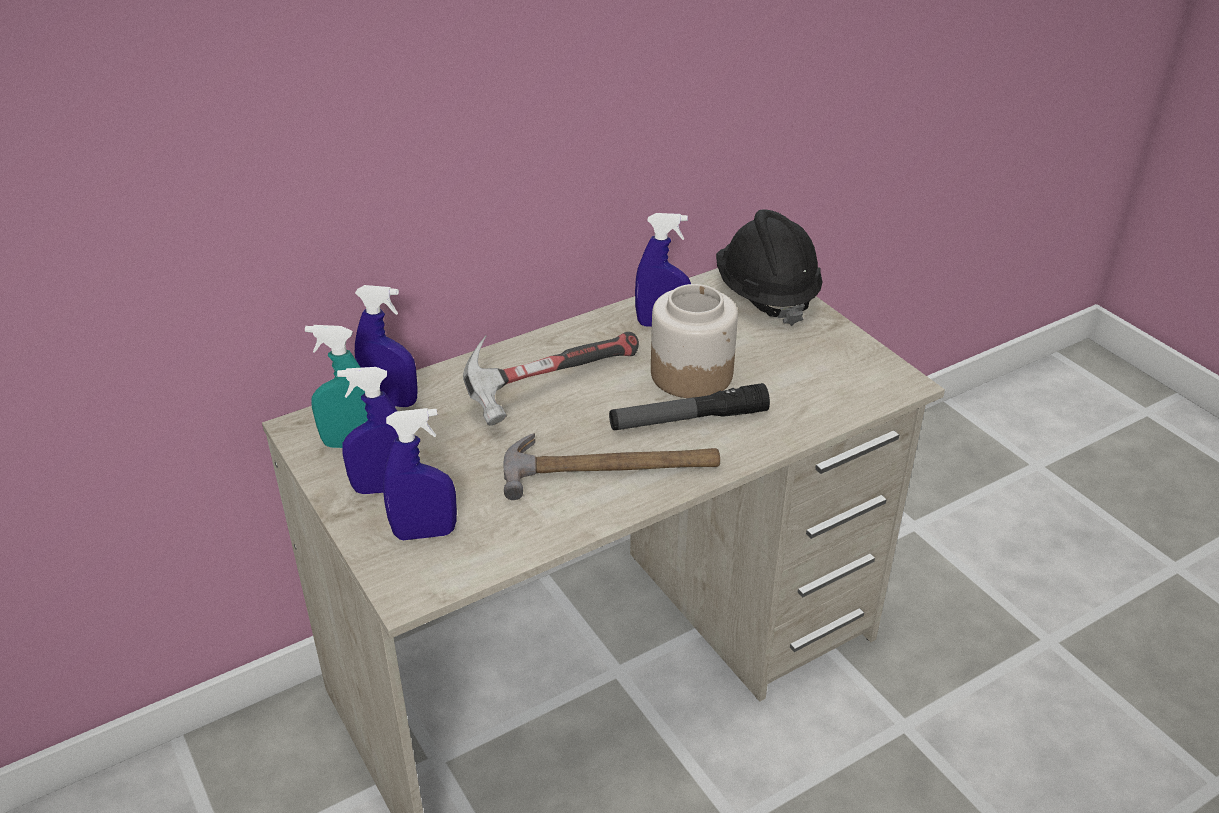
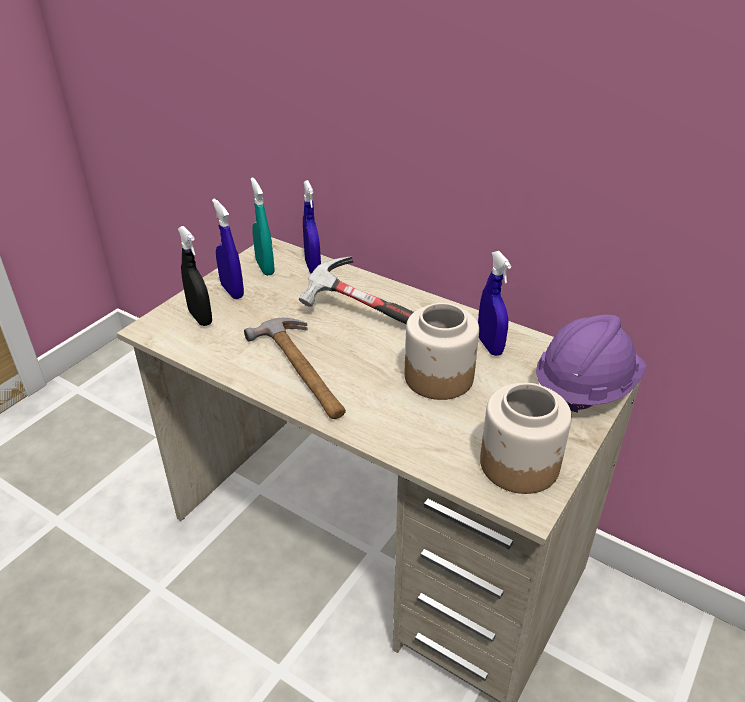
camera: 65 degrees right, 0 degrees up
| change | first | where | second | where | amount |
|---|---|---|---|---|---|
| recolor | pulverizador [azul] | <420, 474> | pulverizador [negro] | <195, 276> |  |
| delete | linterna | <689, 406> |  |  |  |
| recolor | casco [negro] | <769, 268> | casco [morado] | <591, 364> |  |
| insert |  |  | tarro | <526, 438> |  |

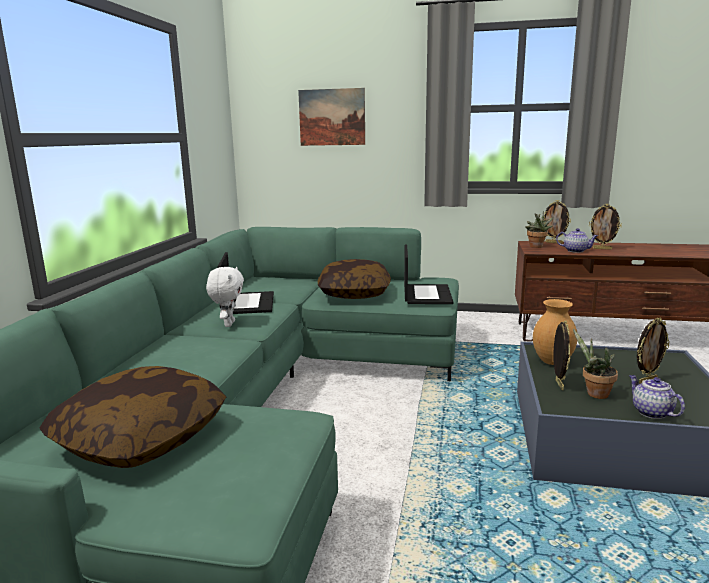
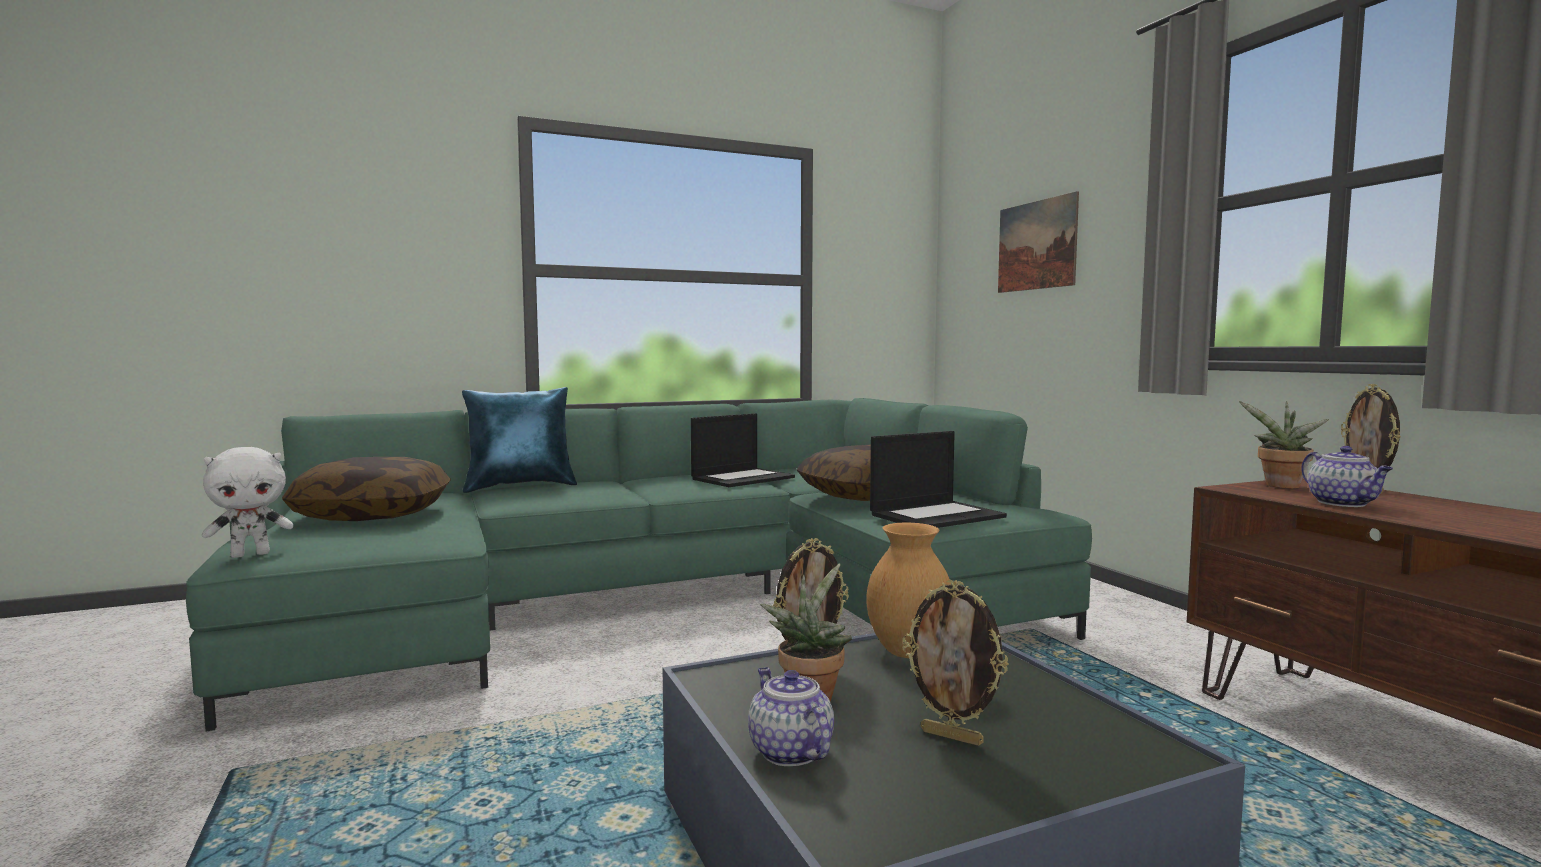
camera: 55 degrees right, 10 degrees down
| change | first | where | second | where | amount |
|---|---|---|---|---|---|
| move | peluche [blanco] | <225, 297> |  | <247, 502> |  |
| delete | portarretratos | <605, 227> |  |  |  |
| rotate | tetera | <657, 397> |  | <791, 716> | 60 degrees counterclockwise |
| insert |  |  | cojín [azul] | <519, 440> |  |

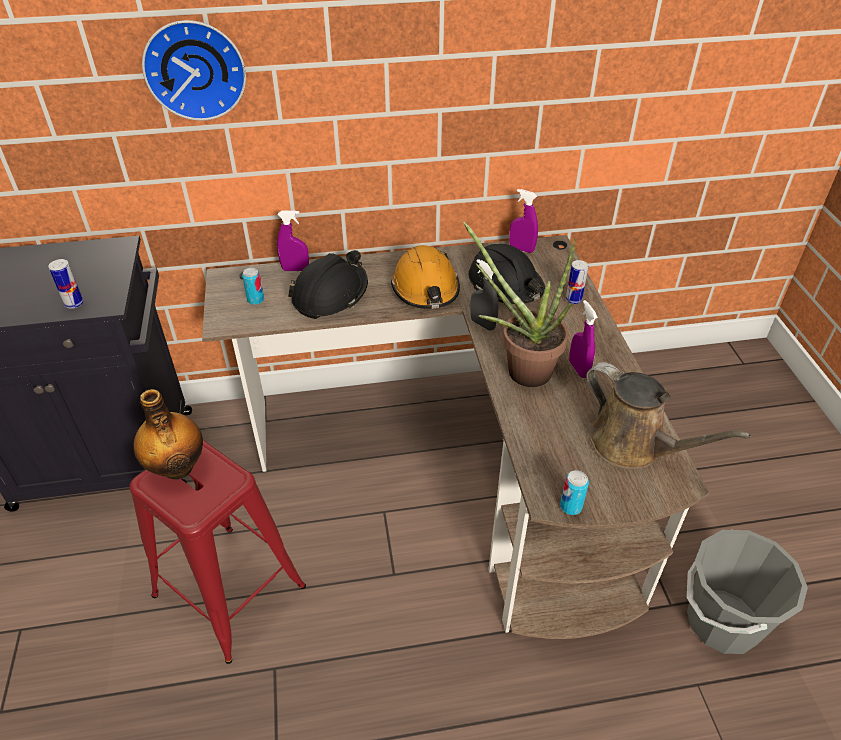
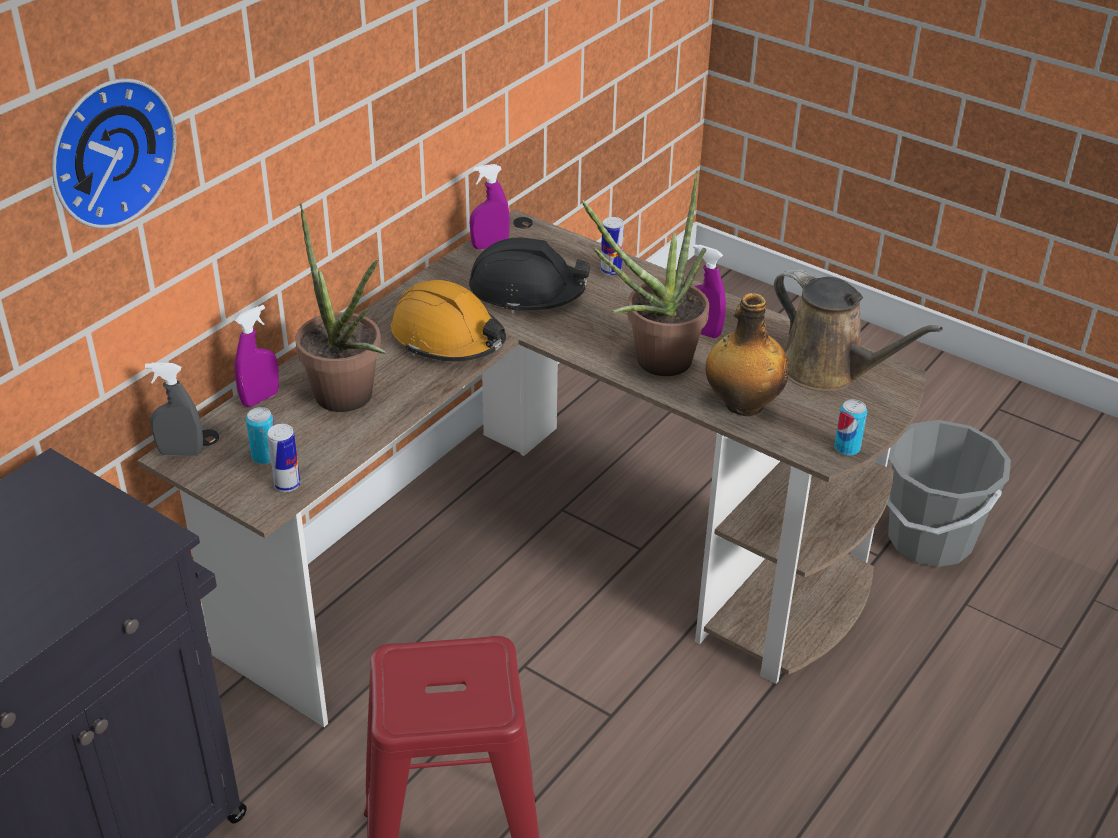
camera: 45 degrees left, 5 degrees down
| change | first | where | second | where | amount |
|---|---|---|---|---|---|
| move | lata | <65, 284> |  | <283, 458> |  |
| move | botella | <168, 434> |  | <747, 354> |  |
| replace | casco [negro] | <328, 284> | planta en maceta | <341, 307> |  |
| move | pulverizador [gris] | <484, 295> |  | <174, 409> |  |
| rotate | regadera [marrón] | <668, 416> |  | <858, 330> | 45 degrees clockwise |

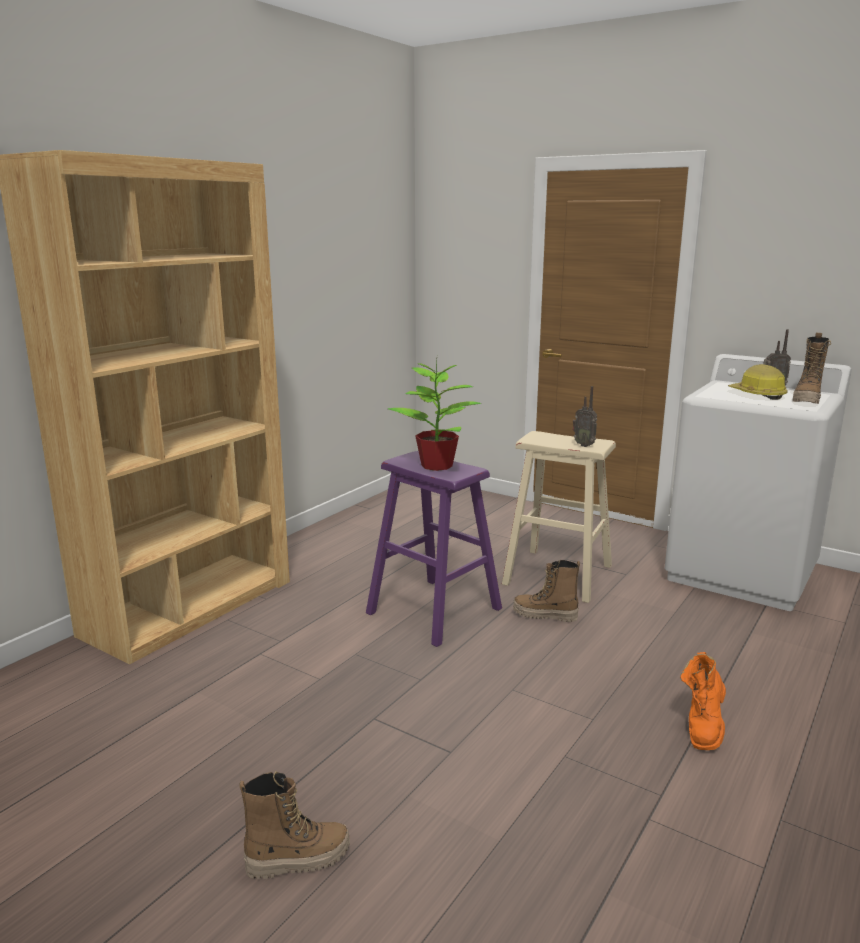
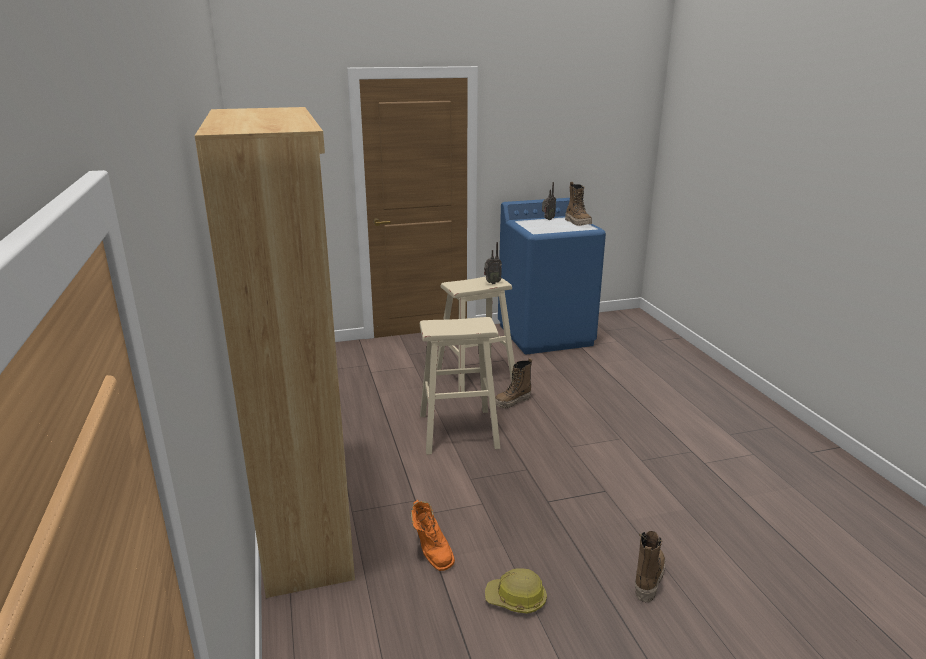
camera: 50 degrees left, 5 degrees up
| change | first | where | second | where | amount |
|---|---|---|---|---|---|
| recolor | taburete [morado] | <434, 549> | taburete [beis] | <460, 386> |  |
| delete | planta en maceta | <434, 413> |  |  |  |
| recolor | lavadora [blanco] | <758, 482> | lavadora [azul] | <552, 276> |  |
| move | bota [naranja] | <703, 701> |  | <433, 535> |  |
| move | casco | <758, 382> |  | <516, 591> |  |

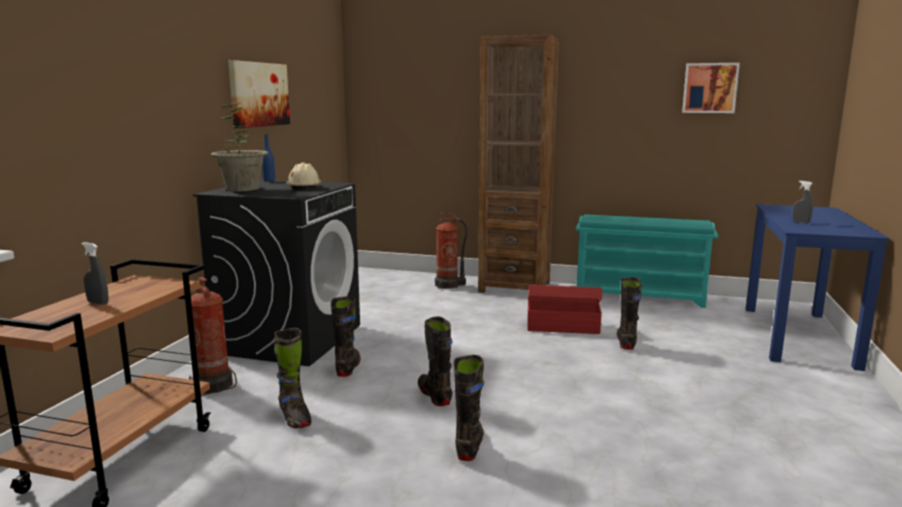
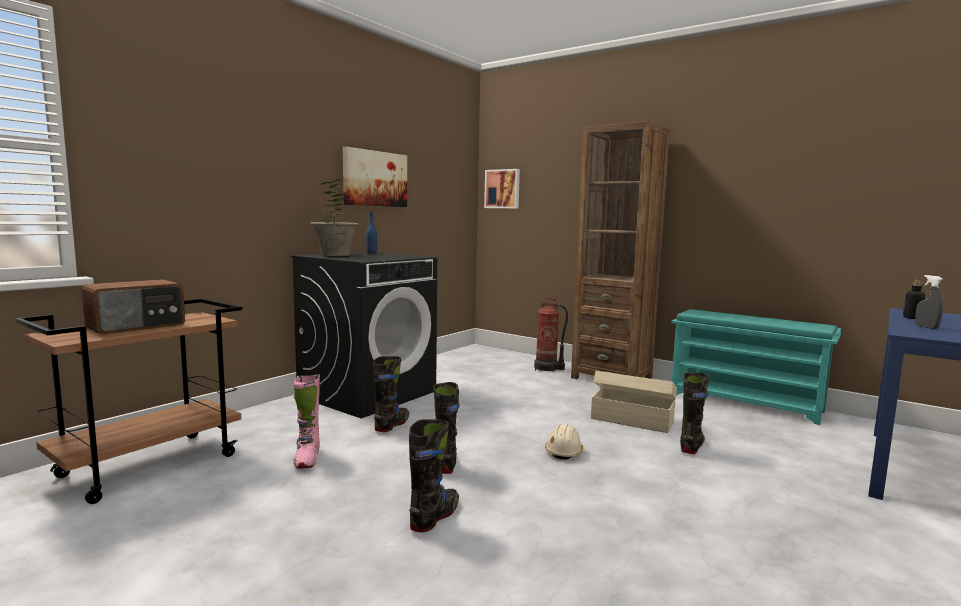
camera: 20 degrees right, 5 degrees down
| change | first | where | second | where | amount |
|---|---|---|---|---|---|
| replace | pulverizador [gris] | <95, 273> | radio | <133, 307> |  |
| delete | extintor | <213, 336> |  |  |  |
| recolor | bota [negro] | <293, 378> | bota [rosa] | <306, 421> |  |
| move | casco [beis] | <304, 176> |  | <564, 442> |  |
| recolor | caja de almacenaje [rojo] | <564, 309> | caja de almacenaje [beis] | <634, 402> |  |
| move | cuadro | <711, 88> |  | <502, 189> |  |
| insert |  |  | botella | <914, 299> |  |

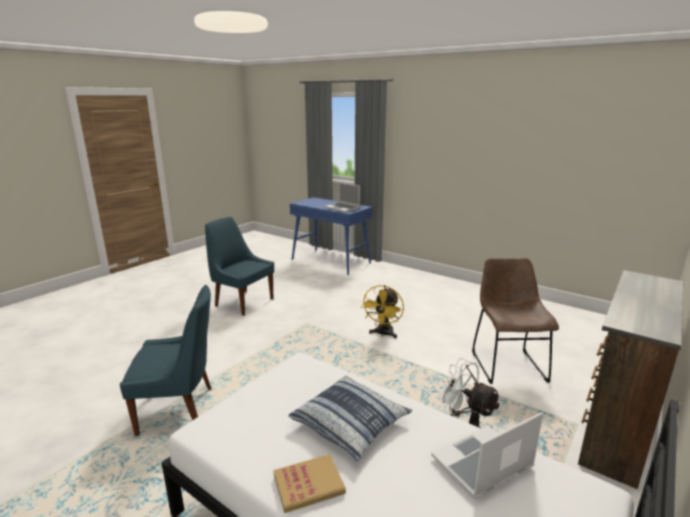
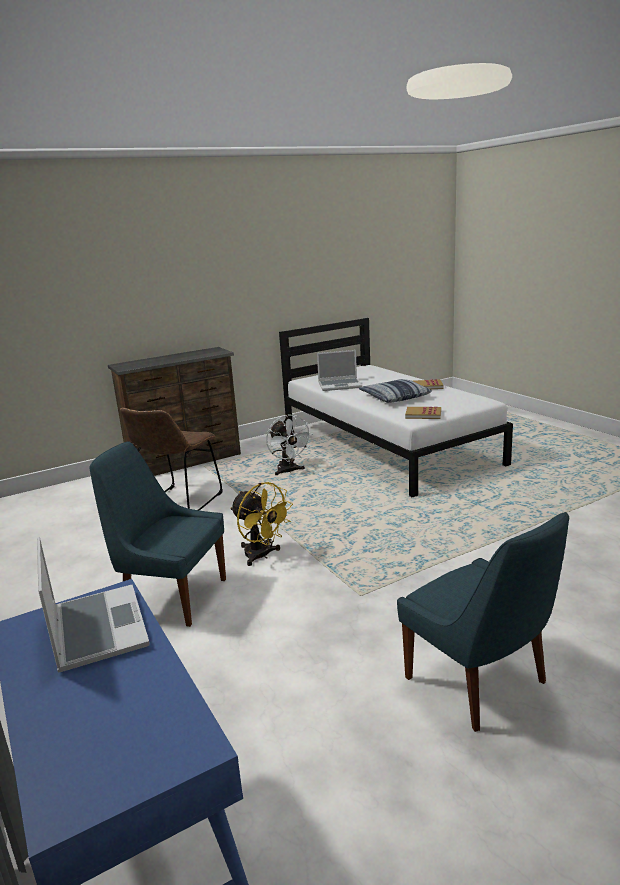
camera: 155 degrees left, 0 degrees up
| change | first | where | second | where | amount |
|---|---|---|---|---|---|
| move | silla [azul] | <165, 360> |  | <157, 534> |  |
| rotate | ventilador [amarillo] | <382, 311> |  | <261, 524> | 90 degrees clockwise |
| insert |  |  | libro | <423, 413> |  |

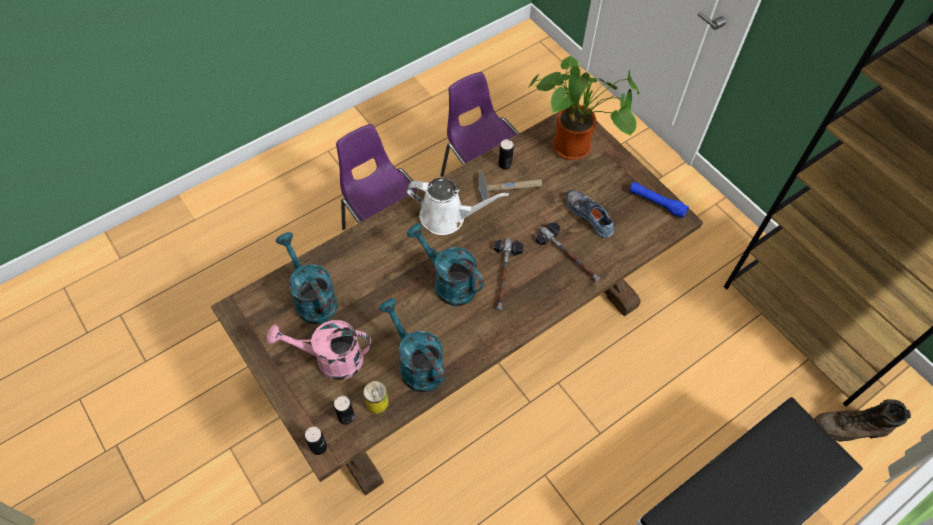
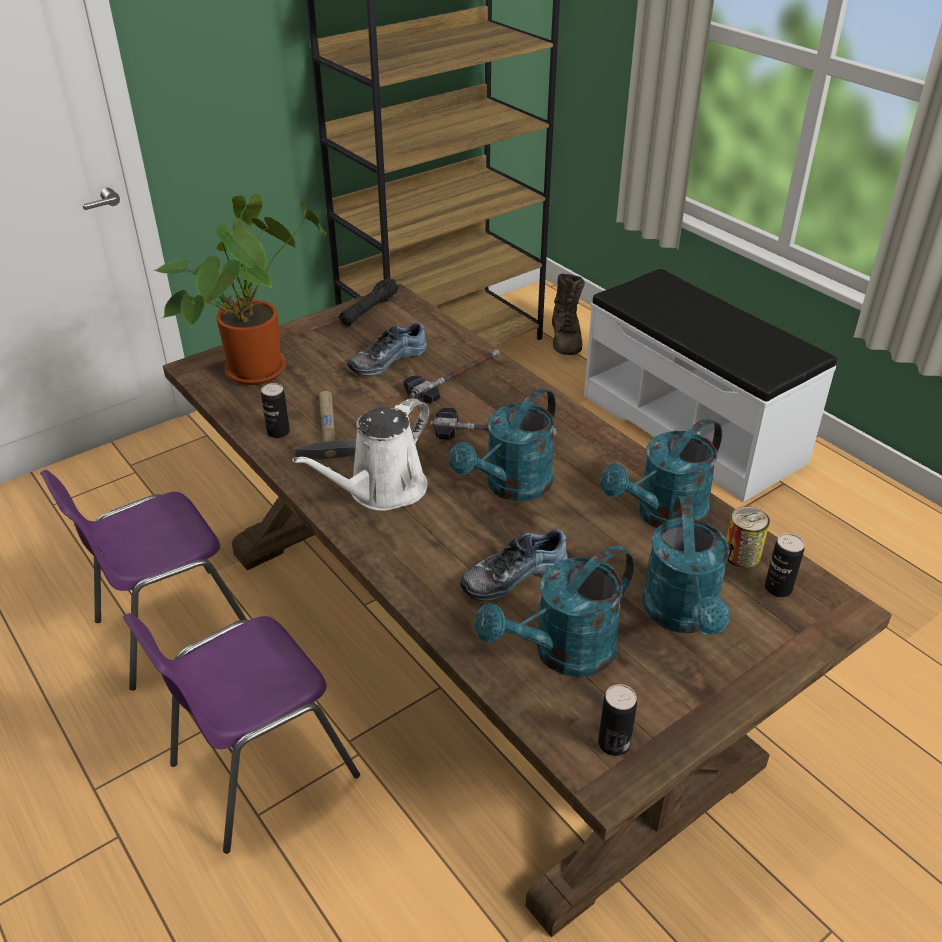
camera: 90 degrees left, 20 degrees down
| change | first | where | second | where | amount |
|---|---|---|---|---|---|
| recolor | regadera [rosa] | <319, 350> | regadera [turquesa] | <686, 565> |  |
| move | lata | <316, 440> |  | <617, 720> |  |
| rotate | regadera [blanco] | <458, 206> |  | <361, 454> | 150 degrees counterclockwise |
| recolor | linterna [azul] | <659, 200> | linterna [negro] | <369, 302> |  |
| insert |  |  | zapato | <514, 565> |  |

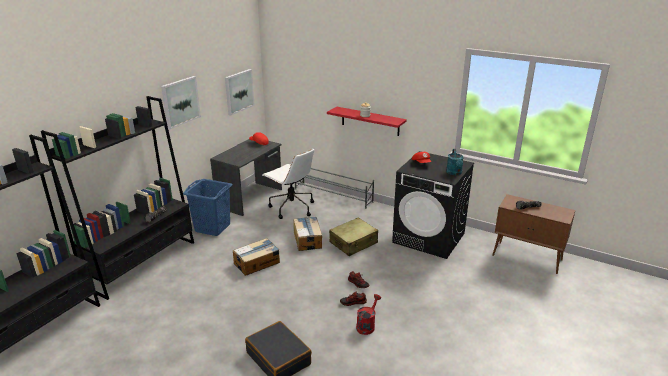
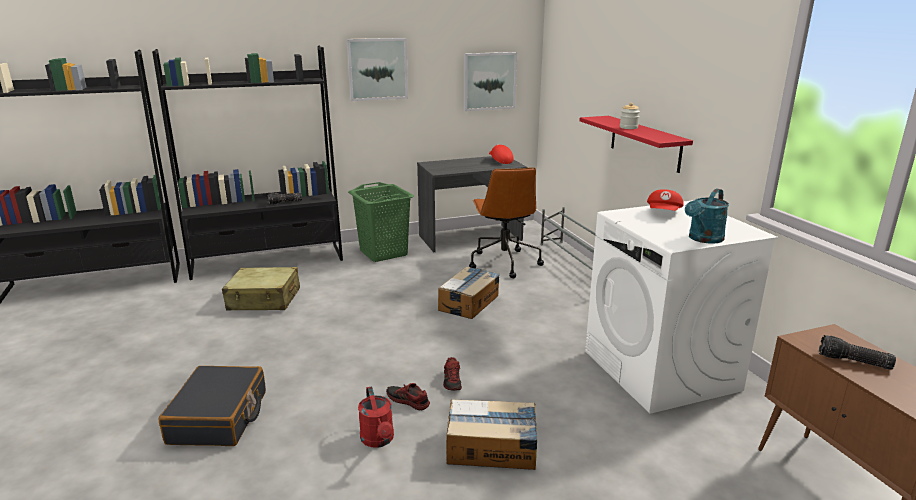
camera: 40 degrees right, 5 degrees down
| change | first | where | second | where | amount |
|---|---|---|---|---|---|
| recolor | cesto de la ropa [azul] | <207, 207> | cesto de la ropa [verde] | <381, 222> |  |
| move | caja de cartón | <256, 257> |  | <491, 434> |  |
| recolor | silla de oficina [blanco] | <288, 183> | silla de oficina [marrón] | <506, 222> |  |
| move | maleta [beis] | <353, 237> |  | <261, 289> |  |
| rotate | regadera [rojo] | <368, 314> |  | <376, 417> | 90 degrees clockwise |
| recolor | lavadora [negro] | <433, 205> | lavadora [blanco] | <681, 307> |  |

